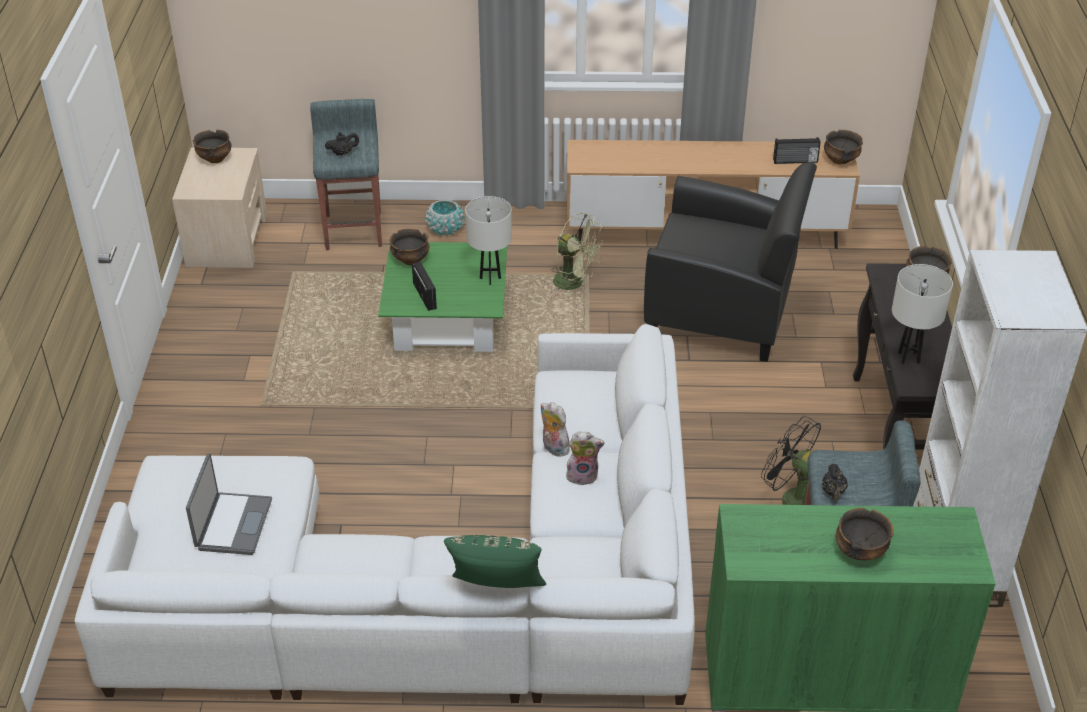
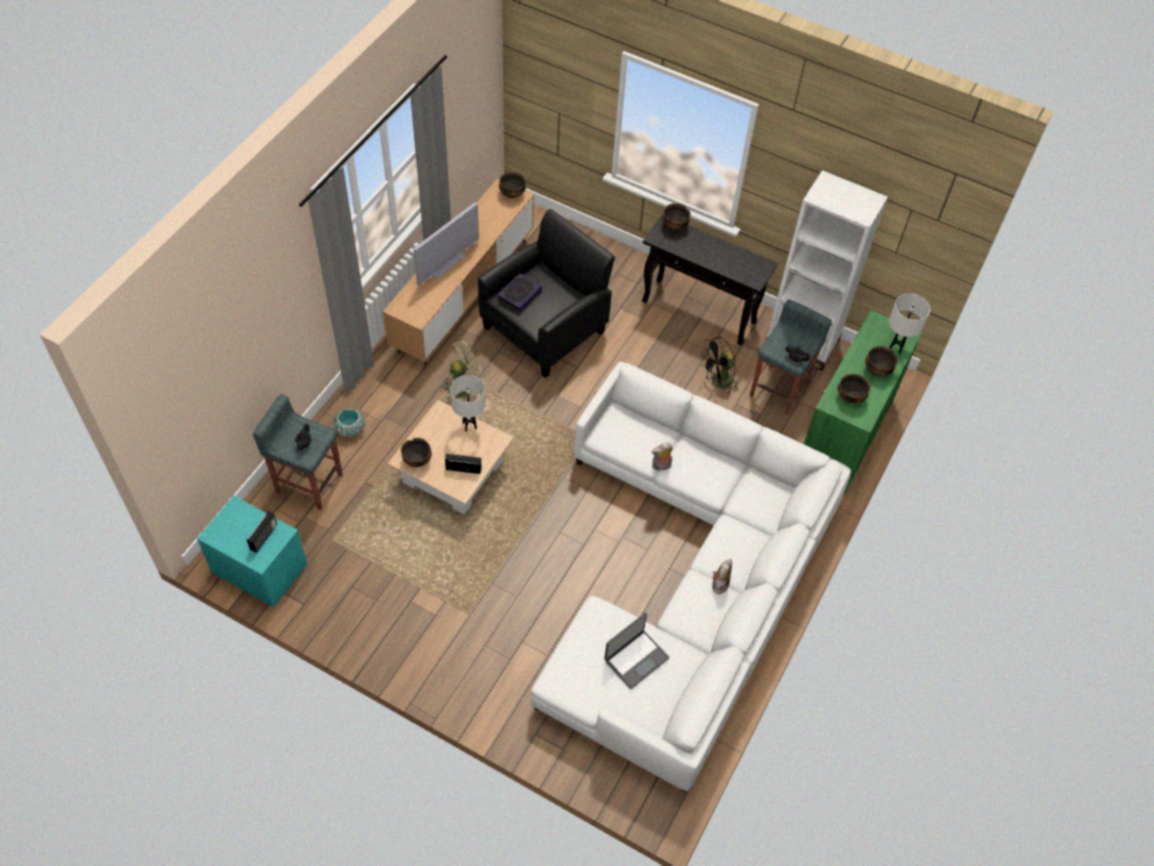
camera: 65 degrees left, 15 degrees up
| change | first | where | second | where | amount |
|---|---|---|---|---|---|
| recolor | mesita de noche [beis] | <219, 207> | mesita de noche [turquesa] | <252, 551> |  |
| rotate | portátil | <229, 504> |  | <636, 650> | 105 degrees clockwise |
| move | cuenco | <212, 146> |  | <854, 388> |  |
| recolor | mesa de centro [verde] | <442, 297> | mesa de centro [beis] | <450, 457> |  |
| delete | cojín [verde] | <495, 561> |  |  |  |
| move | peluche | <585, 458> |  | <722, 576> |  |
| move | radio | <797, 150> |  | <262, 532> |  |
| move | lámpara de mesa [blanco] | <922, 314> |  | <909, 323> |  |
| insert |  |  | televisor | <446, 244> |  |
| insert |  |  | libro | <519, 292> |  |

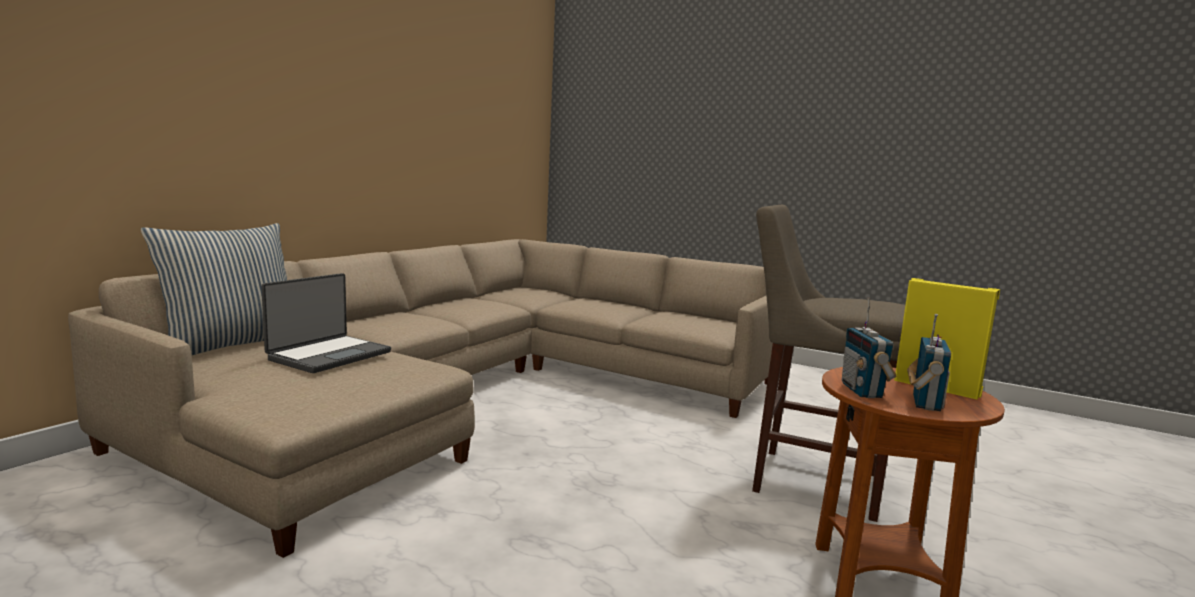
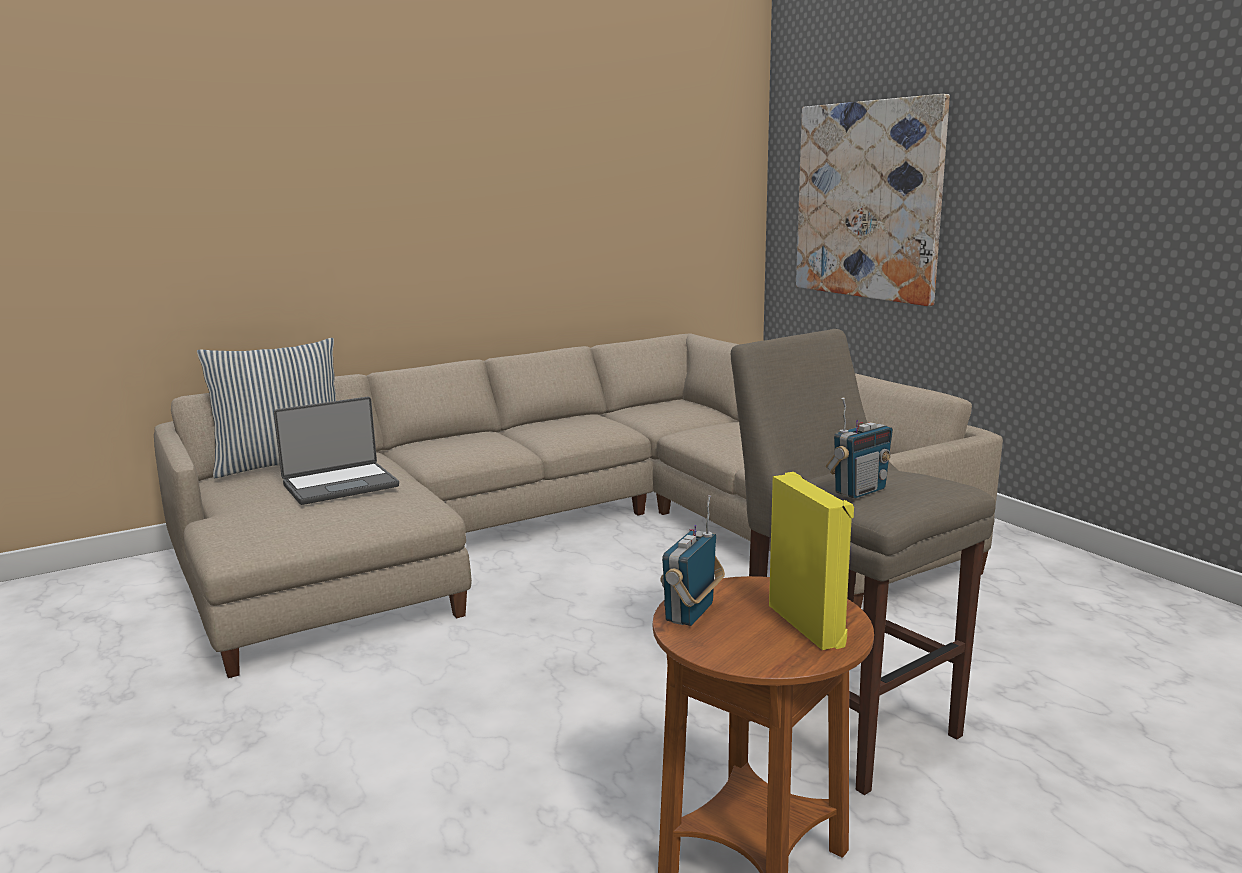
camera: 30 degrees right, 5 degrees up
| change | first | where | second | where | amount |
|---|---|---|---|---|---|
| move | radio | <929, 362> |  | <859, 448> |  |
| insert |  |  | cuadro | <873, 200> |  |

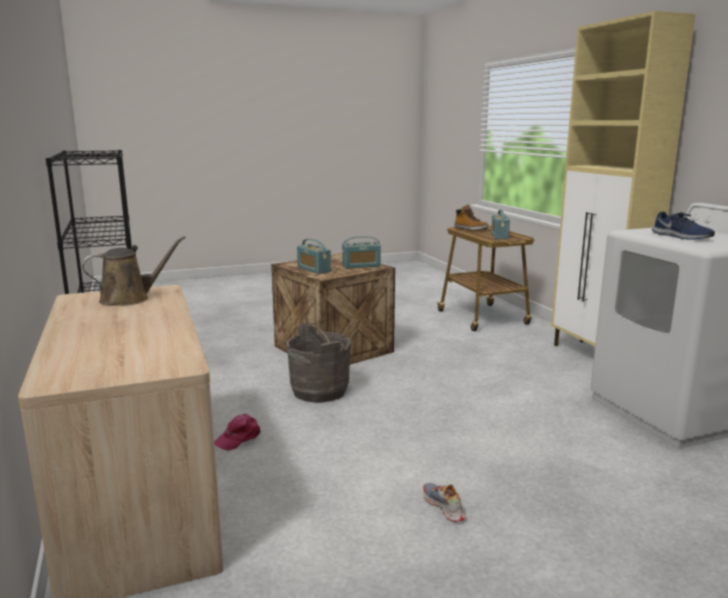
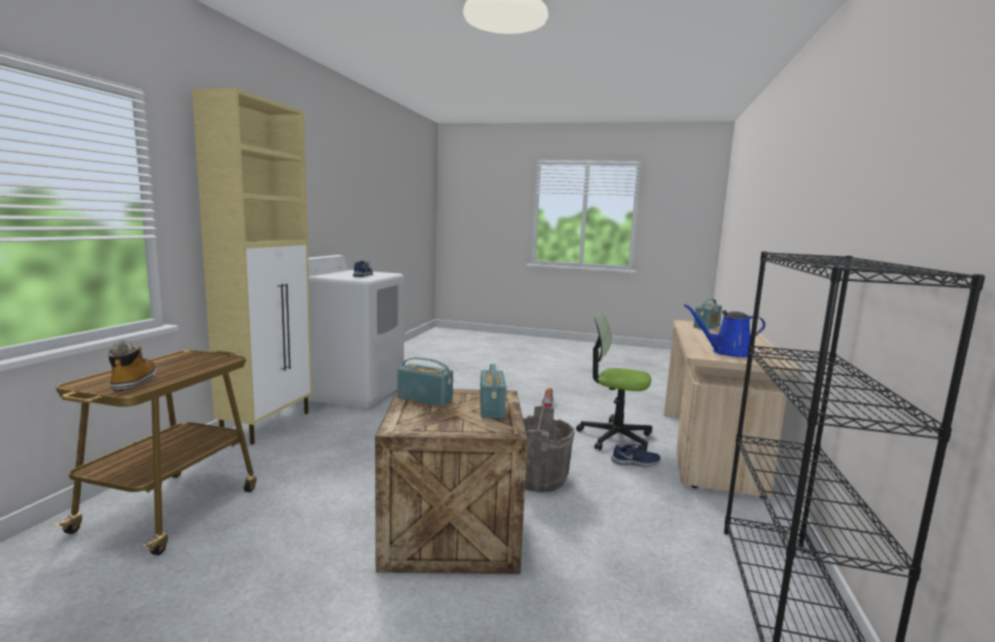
camera: 145 degrees left, 5 degrees down
| change | first | where | second | where | amount |
|---|---|---|---|---|---|
| recolor | regadera [marrón] | <134, 271> | regadera [azul] | <725, 330> |  |
| replace | gorra [rosa] | <237, 432> | zapato [azul] | <635, 455> |  |
| move | radio | <500, 224> |  | <707, 314> |  |
| insert |  |  | silla de oficina | <614, 381> |  |

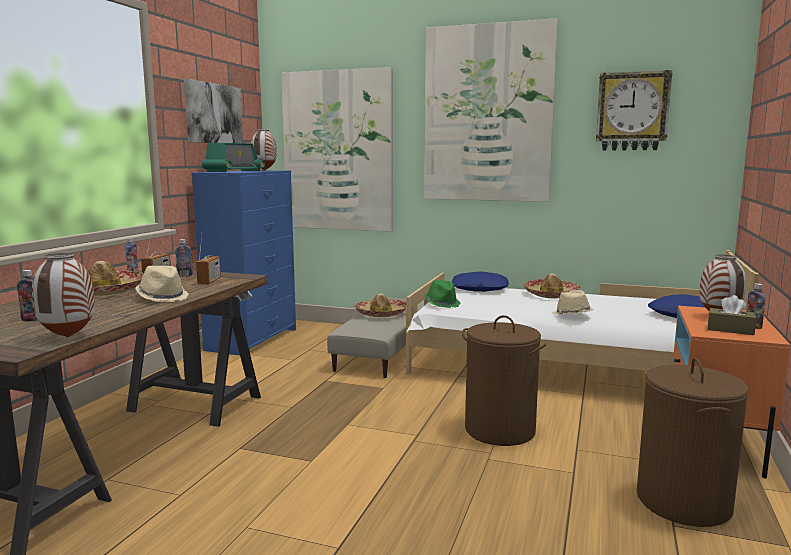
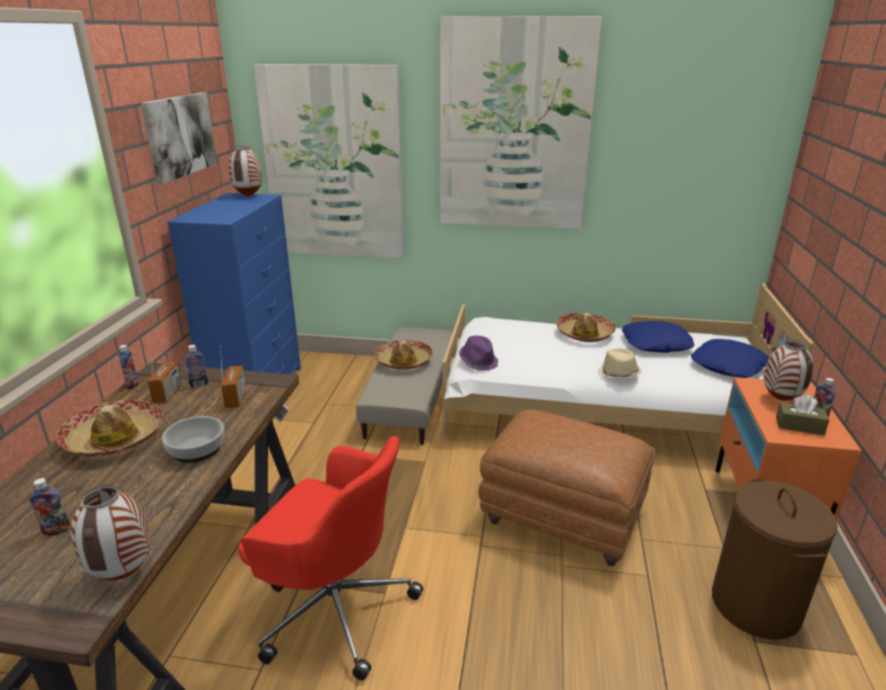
camera: 10 degrees left, 15 degrees up
| change | first | where | second | where | amount |
|---|---|---|---|---|---|
| replace | sombrero [beis] | <162, 284> | cuenco | <193, 439> |  |
| delete | radio | <233, 157> |  |  |  |
| recolor | sombrero [verde] | <442, 294> | sombrero [morado] | <478, 353> |  |
| move | cojín [azul] | <480, 282> |  | <658, 337> |  |
| replace | cesto de la ropa [marrón] | <504, 380> | puf [marrón] | <566, 488> |  |
| delete | reloj de pared | <634, 110> |  |  |  |
| insert |  |  | silla de oficina [rojo] | <330, 558> |  |

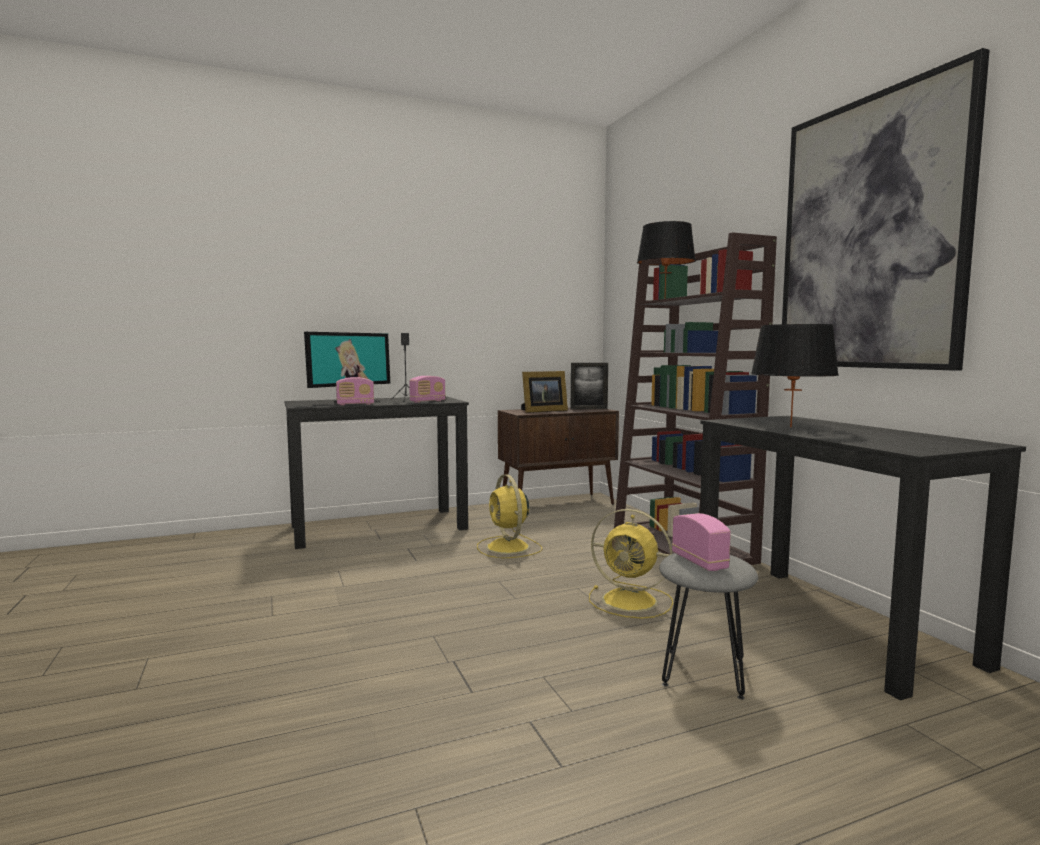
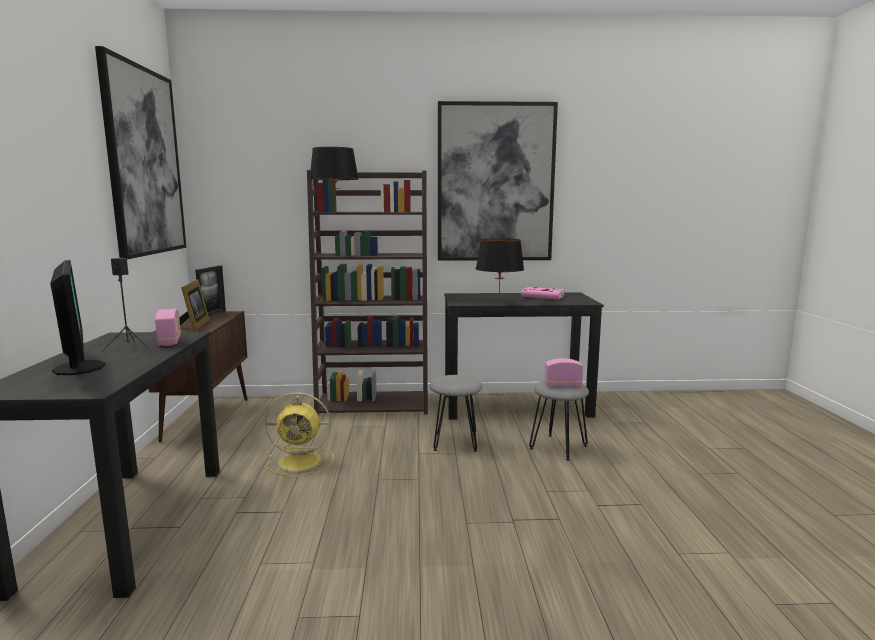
camera: 70 degrees left, 5 degrees up
| change | first | where | second | where | amount |
|---|---|---|---|---|---|
| delete | radio | <355, 391> |  |  |  |
| replace | ventilador [amarillo] | <631, 564> | taburete [gris] | <456, 413> |  |
| insert |  |  | cuadro | <141, 152> |  |
| insert |  |  | libro [rosa] | <544, 293> |  |

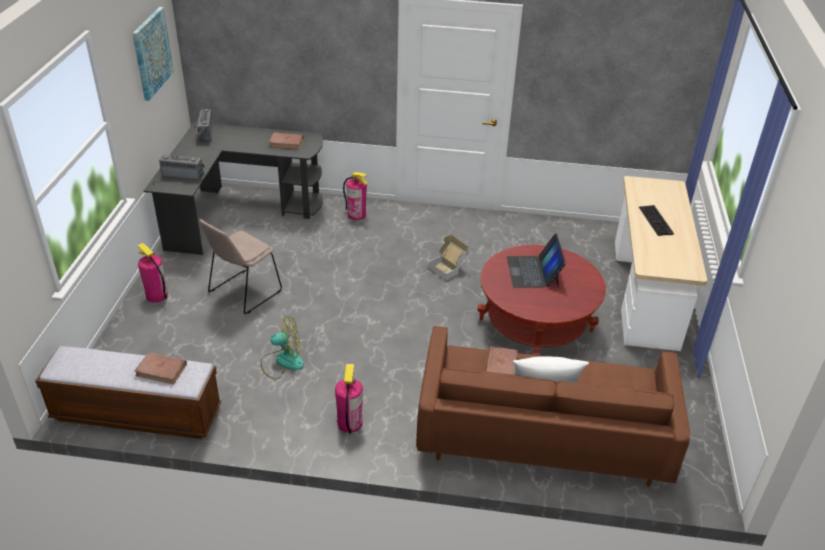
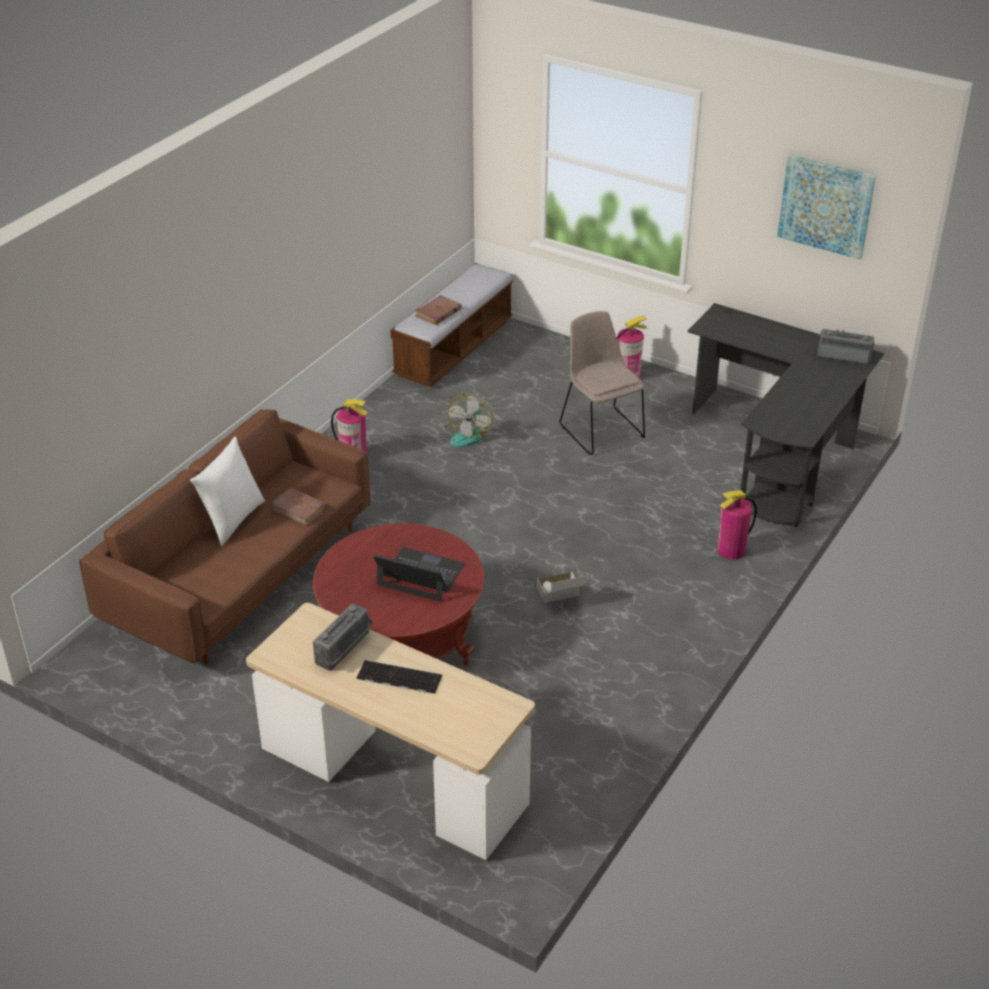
camera: 115 degrees right, 0 degrees up
| change | first | where | second | where | amount |
|---|---|---|---|---|---|
| move | radio | <182, 167> |  | <343, 637> |  |
| delete | libro [marrón] | <286, 141> |  |  |  |

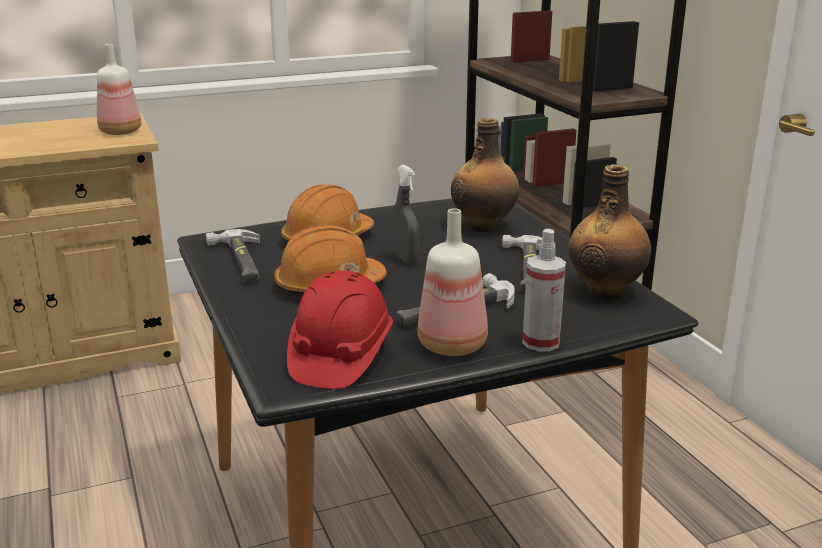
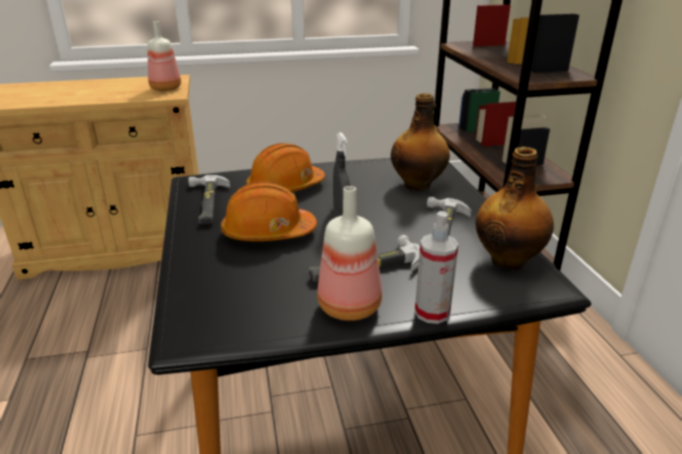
camera: 10 degrees right, 5 degrees up
| change | first | where | second | where | amount |
|---|---|---|---|---|---|
| delete | casco [rojo] | <340, 330> |  |  |  |

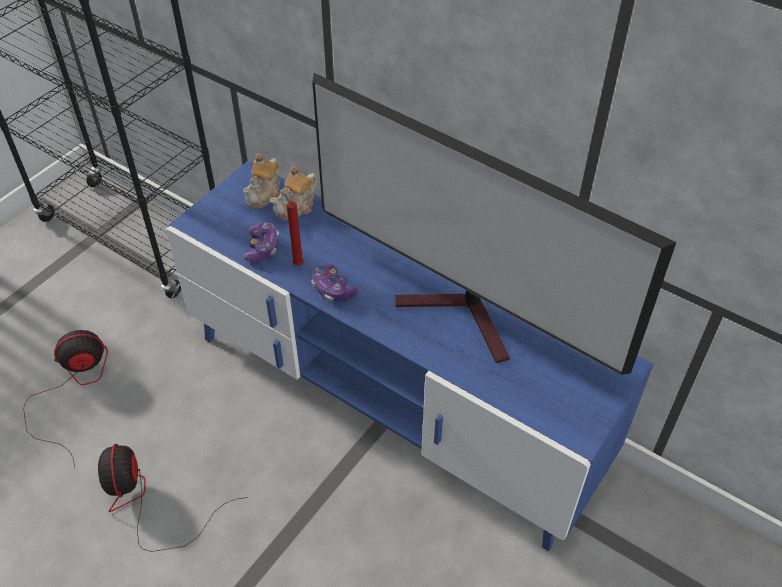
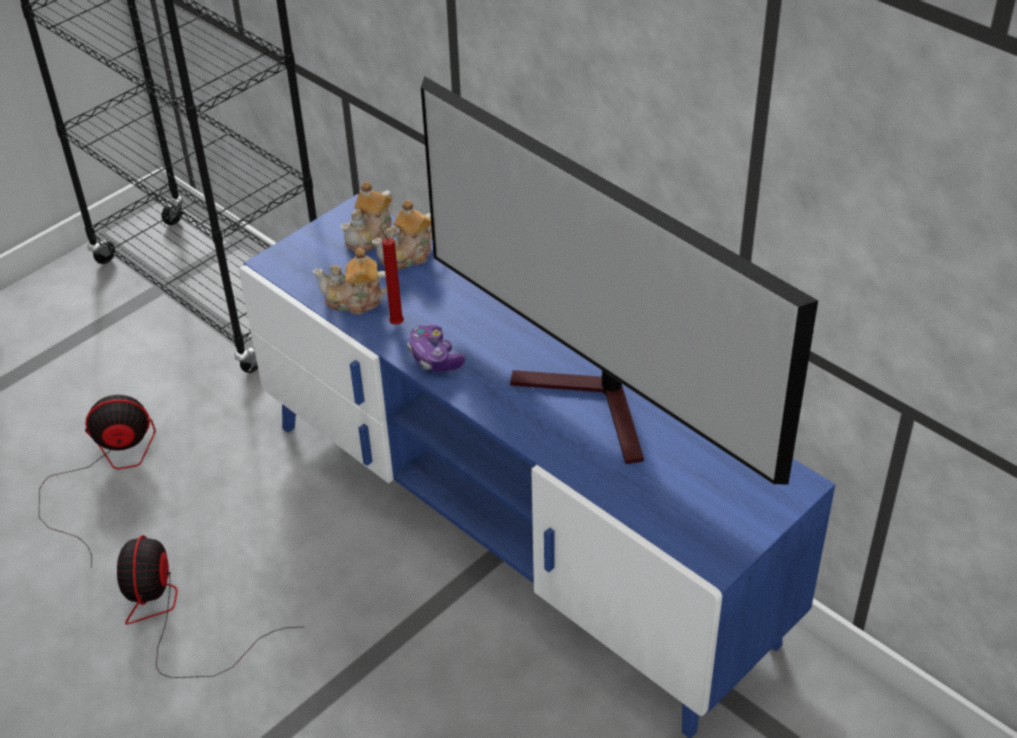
camera: 10 degrees right, 5 degrees down
| change | first | where | second | where | amount |
|---|---|---|---|---|---|
| replace | mando de consola | <261, 242> | tetera | <350, 280> |  |

